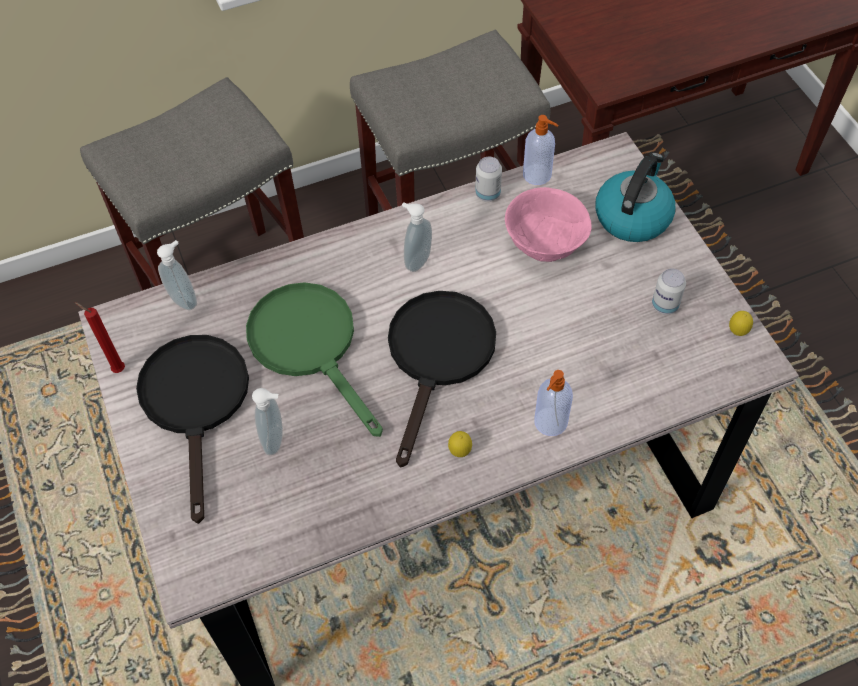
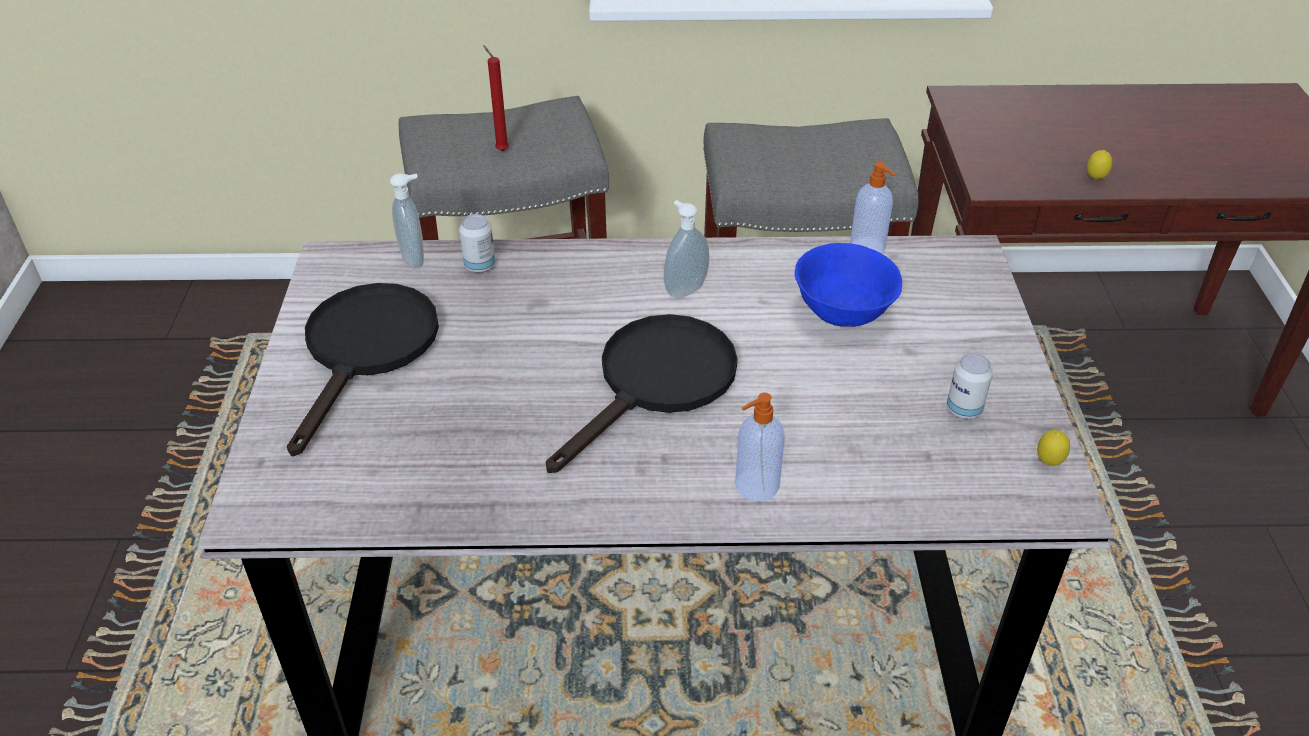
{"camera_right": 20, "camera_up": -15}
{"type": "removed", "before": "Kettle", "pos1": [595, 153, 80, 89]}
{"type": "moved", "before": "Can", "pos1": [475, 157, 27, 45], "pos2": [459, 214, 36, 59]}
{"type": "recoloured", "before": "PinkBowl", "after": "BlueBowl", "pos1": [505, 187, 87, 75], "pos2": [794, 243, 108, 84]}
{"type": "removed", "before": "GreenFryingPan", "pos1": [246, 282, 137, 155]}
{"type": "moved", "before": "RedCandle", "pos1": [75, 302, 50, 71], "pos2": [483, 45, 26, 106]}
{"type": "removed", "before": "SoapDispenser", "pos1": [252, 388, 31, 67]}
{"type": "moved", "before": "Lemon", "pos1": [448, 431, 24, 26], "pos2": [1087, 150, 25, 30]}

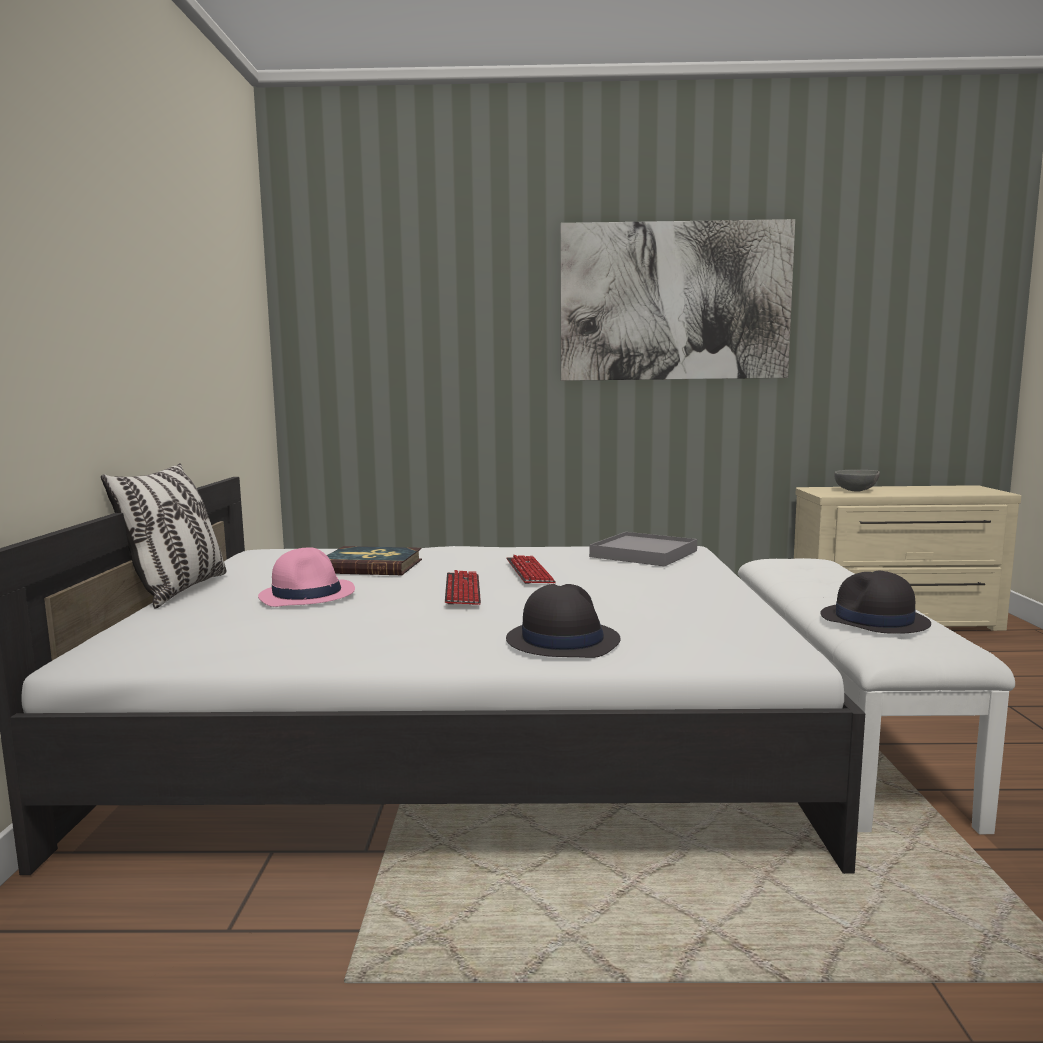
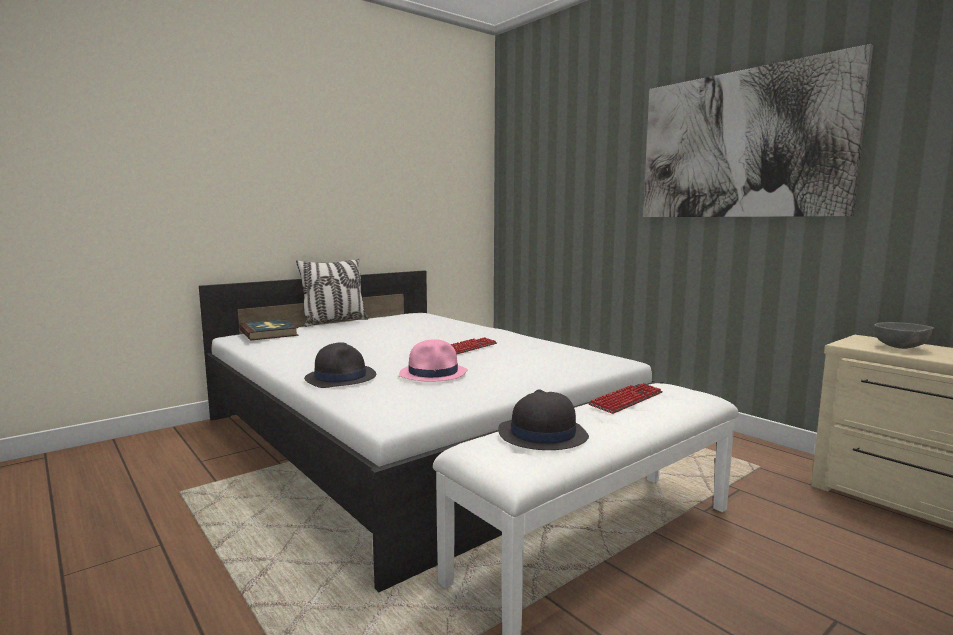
{"camera_right": 50, "camera_up": 0}
{"type": "removed", "before": "GreyTray", "pos1": [589, 532, 108, 35]}
{"type": "moved", "before": "Book", "pos1": [327, 546, 95, 29], "pos2": [239, 319, 60, 22]}
{"type": "moved", "before": "PinkHat", "pos1": [258, 547, 97, 60], "pos2": [399, 339, 68, 43]}
{"type": "moved", "before": "Keyboard", "pos1": [445, 570, 36, 35], "pos2": [588, 383, 75, 31]}

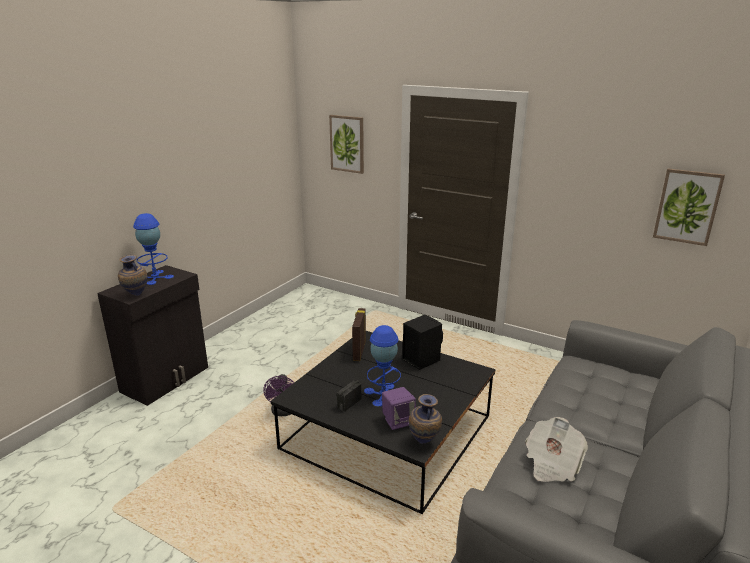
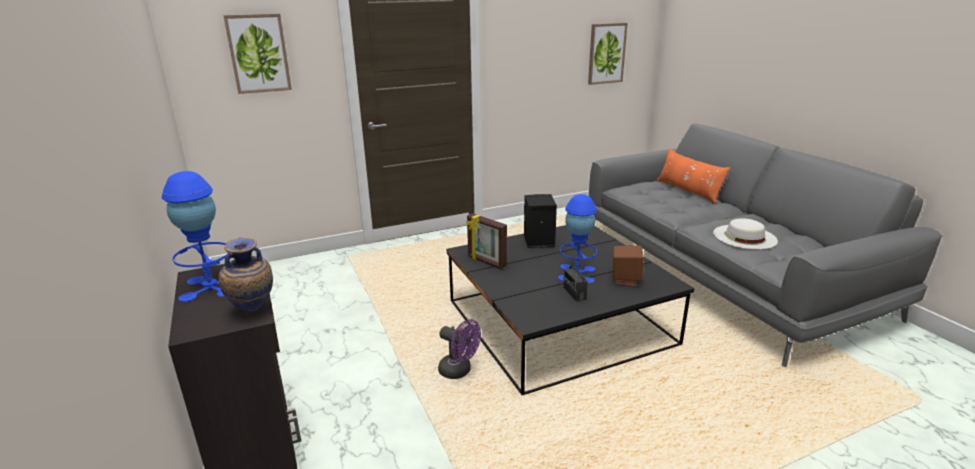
{"camera_right": -55, "camera_up": 0}
{"type": "recoloured", "before": "PurpleSpeaker", "after": "BrownSpeaker", "pos1": [382, 387, 34, 43], "pos2": [613, 245, 30, 42]}
{"type": "removed", "before": "Vase", "pos1": [409, 394, 33, 50]}
{"type": "replaced", "before": "Newspaper", "after": "WhiteHat", "pos1": [525, 417, 63, 65], "pos2": [713, 218, 65, 32]}
{"type": "added", "after": "OrangePillow", "pos2": [657, 148, 73, 56]}

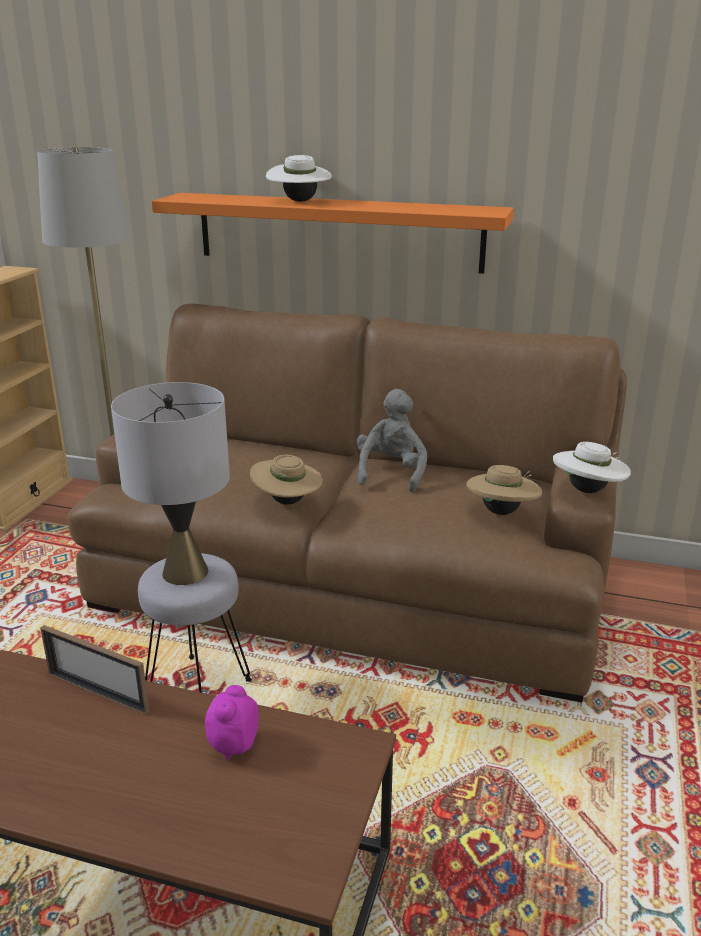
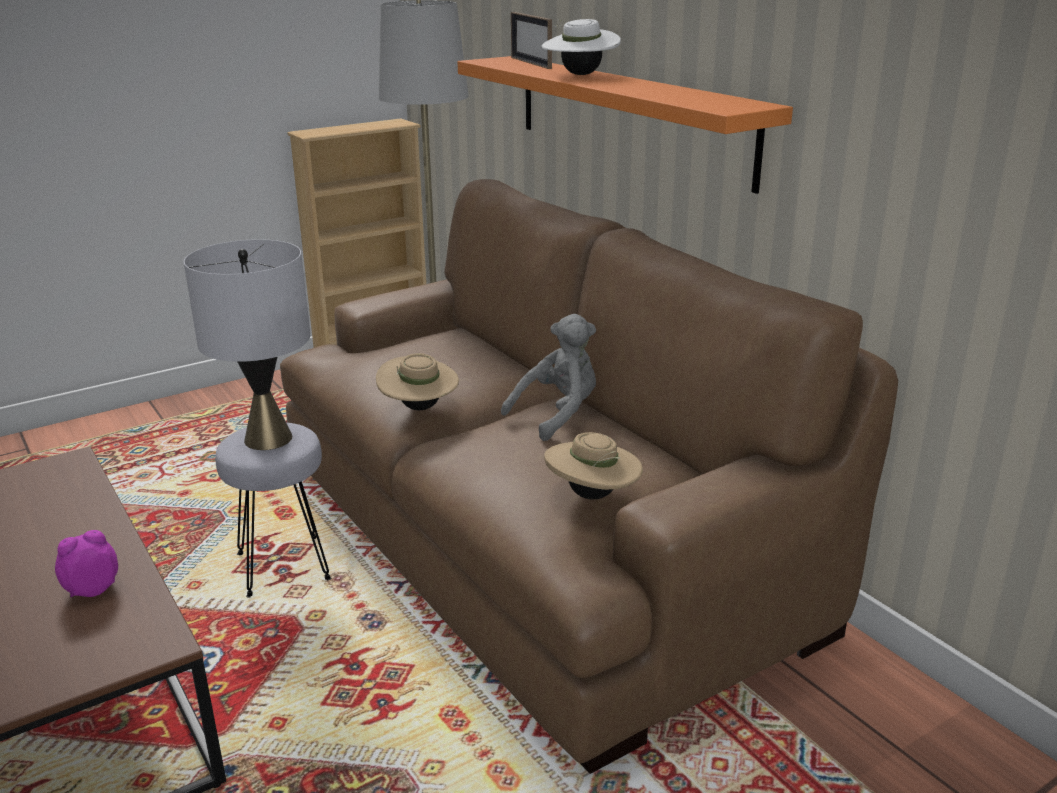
{"camera_right": 40, "camera_up": 0}
{"type": "removed", "before": "WhiteHat", "pos1": [553, 442, 78, 51]}
{"type": "moved", "before": "PictureFrame", "pos1": [40, 625, 110, 90], "pos2": [511, 12, 41, 57]}

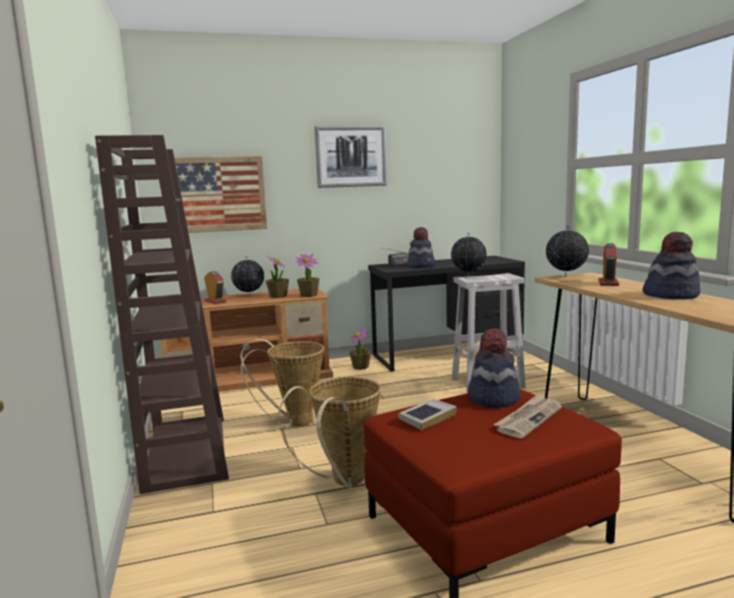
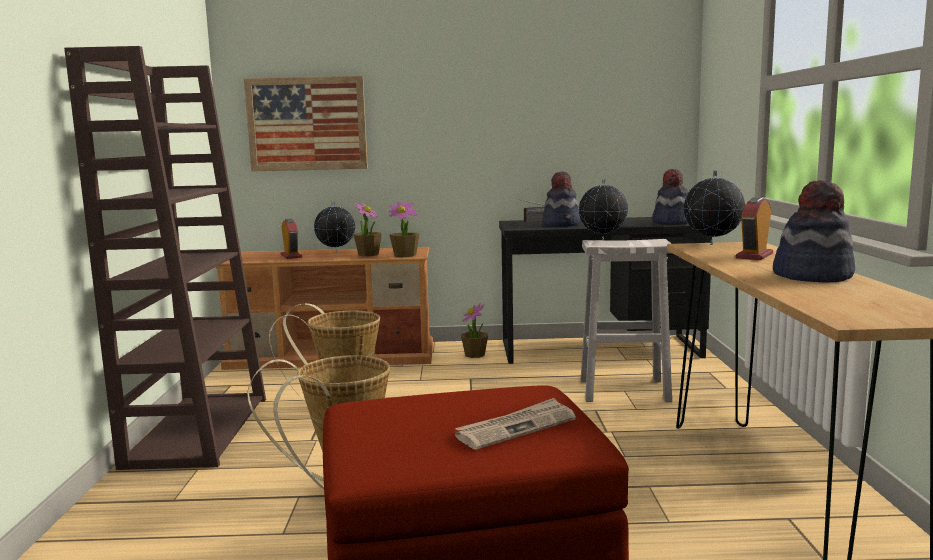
{"camera_right": 15, "camera_up": 0}
{"type": "removed", "before": "Picture", "pos1": [314, 125, 73, 63]}
{"type": "moved", "before": "Hat", "pos1": [468, 328, 53, 80], "pos2": [652, 169, 36, 56]}
{"type": "removed", "before": "Book", "pos1": [398, 399, 59, 31]}

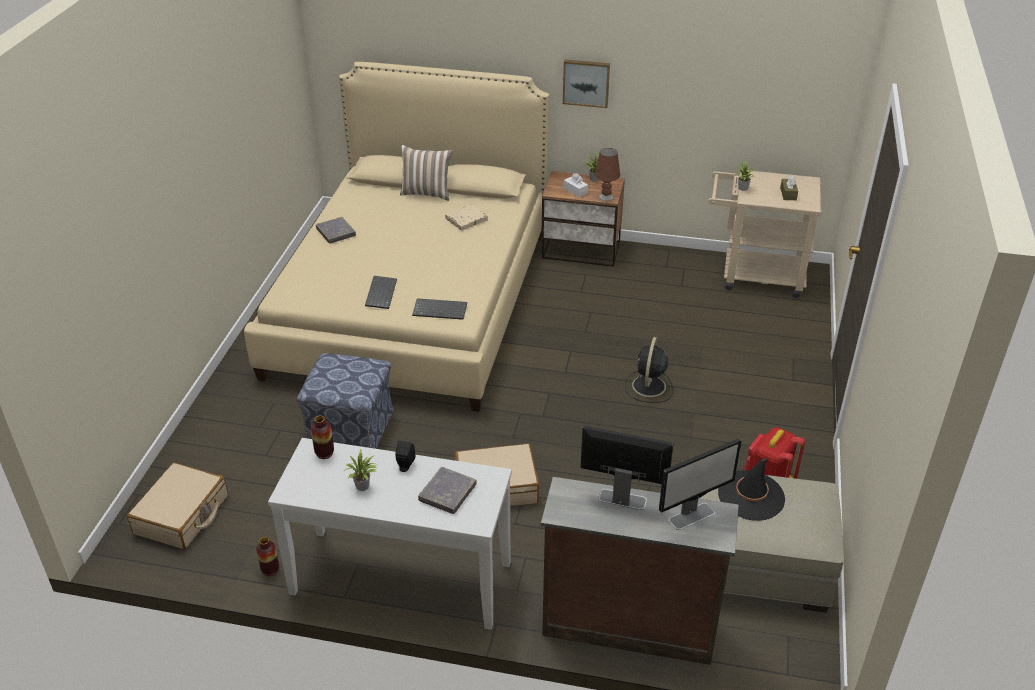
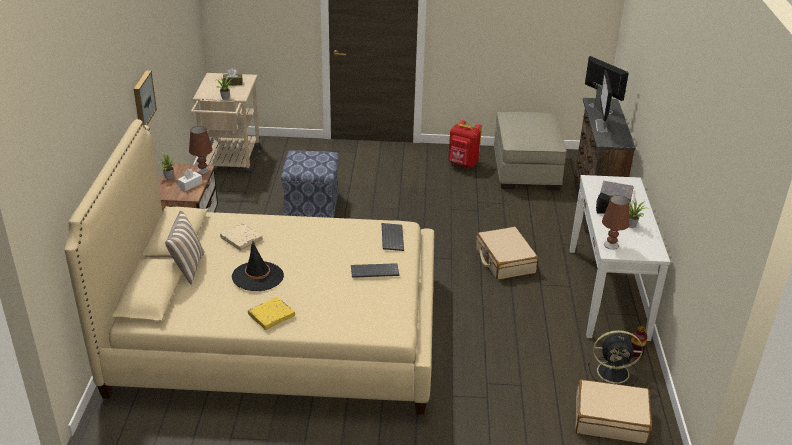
{"camera_right": -100, "camera_up": -5}
{"type": "recoloured", "before": "GreyBook", "after": "YellowBook", "pos1": [316, 217, 40, 27], "pos2": [248, 297, 47, 33]}
{"type": "moved", "before": "BlackFan", "pos1": [625, 337, 48, 66], "pos2": [588, 330, 55, 56]}
{"type": "moved", "before": "Ottoman", "pos1": [297, 353, 97, 96], "pos2": [281, 151, 58, 67]}
{"type": "replaced", "before": "Vase", "after": "BrownTableLamp", "pos1": [311, 415, 23, 44], "pos2": [602, 195, 27, 55]}
{"type": "moved", "before": "BlackHat", "pos1": [718, 458, 67, 63], "pos2": [232, 241, 52, 50]}

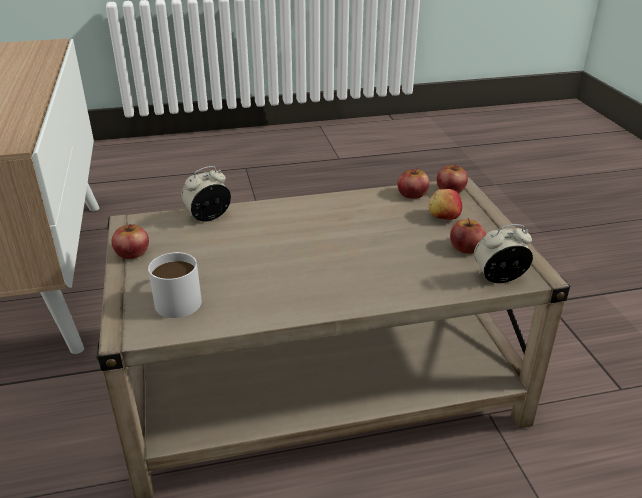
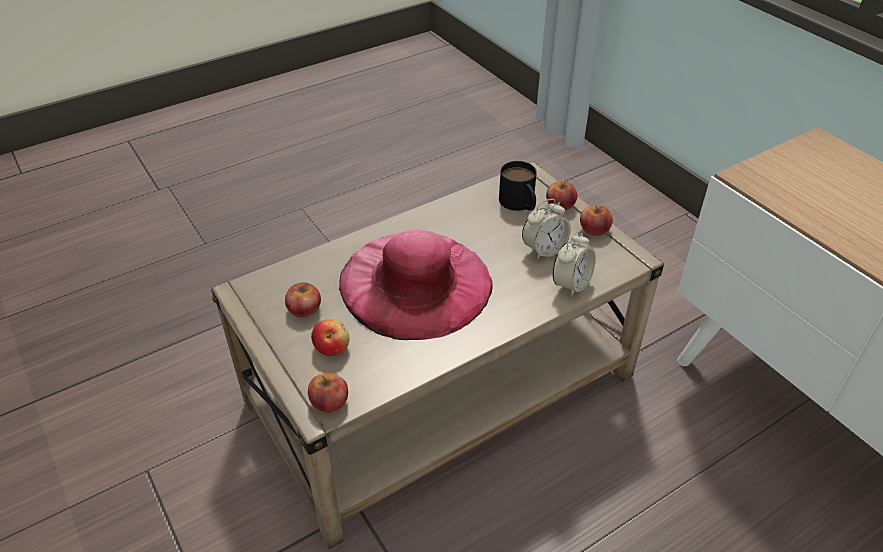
{"camera_right": 160, "camera_up": 10}
{"type": "moved", "before": "Apple", "pos1": [397, 167, 32, 32], "pos2": [546, 181, 31, 29]}
{"type": "moved", "before": "AlarmClock", "pos1": [474, 224, 59, 59], "pos2": [522, 199, 49, 60]}
{"type": "recoloured", "before": "WhiteMug", "after": "BlackMug", "pos1": [148, 252, 54, 66], "pos2": [499, 161, 38, 50]}
{"type": "added", "after": "PinkHat", "pos2": [339, 229, 154, 111]}

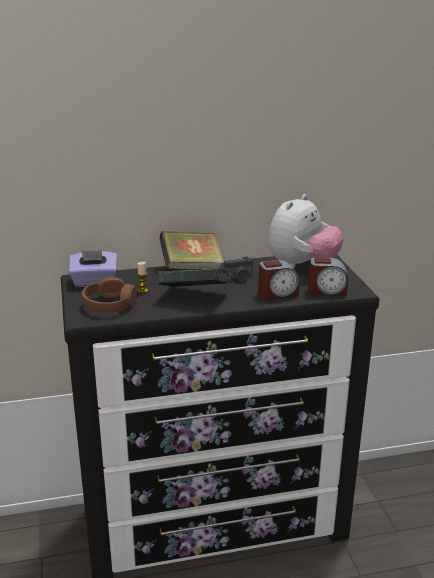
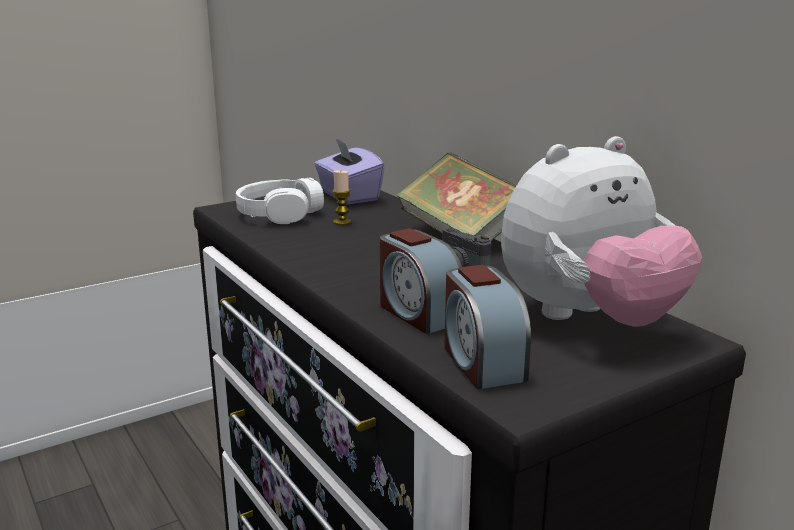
{"camera_right": 70, "camera_up": -5}
{"type": "turned", "before": "PlushToy", "pos1": [268, 194, 75, 74], "pos2": [501, 136, 201, 191], "turn": -45}
{"type": "removed", "before": "Book", "pos1": [158, 269, 73, 18]}
{"type": "recoloured", "before": "BrownHeadphones", "after": "WhiteHeadphones", "pos1": [82, 277, 55, 35], "pos2": [236, 178, 88, 46]}

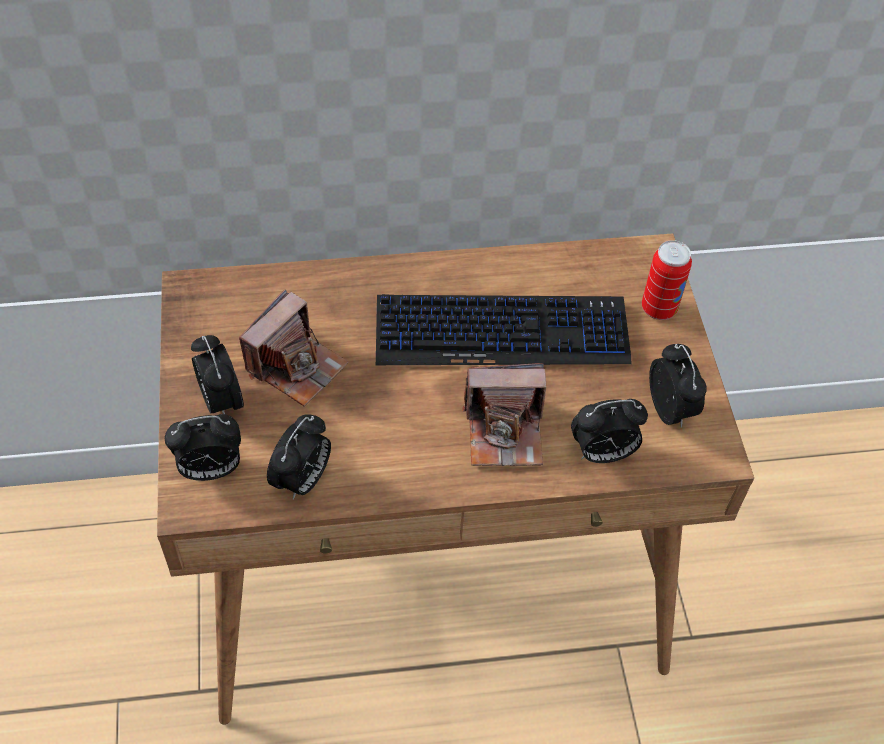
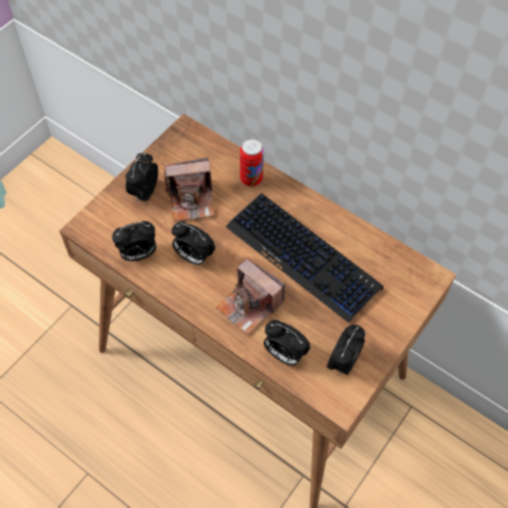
{"camera_right": 45, "camera_up": 5}
{"type": "moved", "before": "Can", "pos1": [642, 240, 50, 80], "pos2": [240, 139, 24, 48]}
{"type": "moved", "before": "AlarmClock", "pos1": [165, 414, 76, 67], "pos2": [171, 221, 44, 44]}

